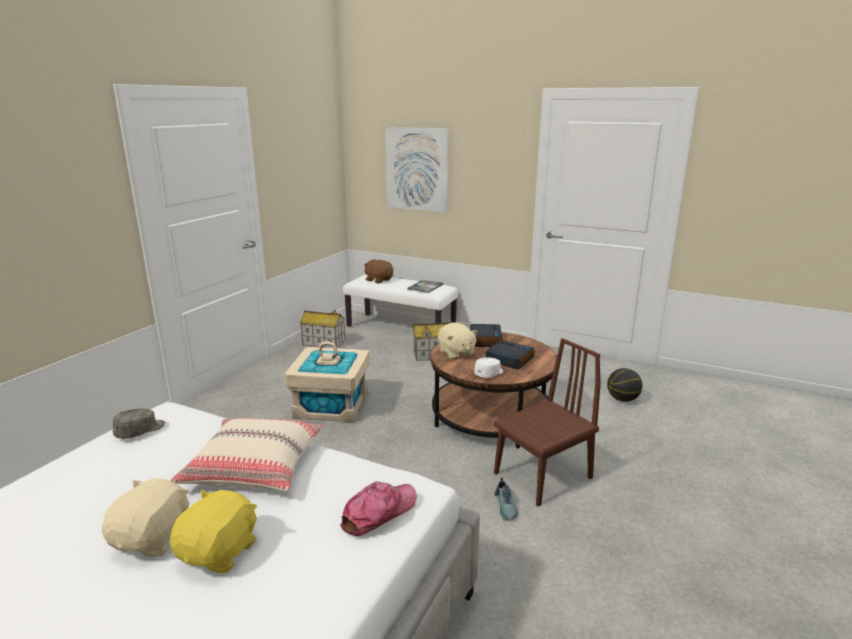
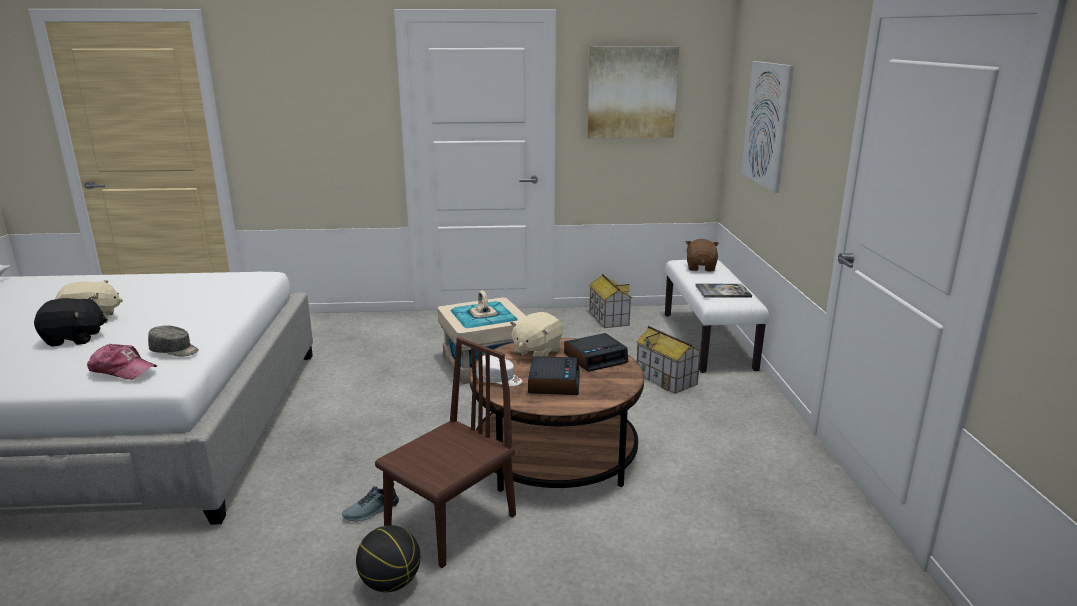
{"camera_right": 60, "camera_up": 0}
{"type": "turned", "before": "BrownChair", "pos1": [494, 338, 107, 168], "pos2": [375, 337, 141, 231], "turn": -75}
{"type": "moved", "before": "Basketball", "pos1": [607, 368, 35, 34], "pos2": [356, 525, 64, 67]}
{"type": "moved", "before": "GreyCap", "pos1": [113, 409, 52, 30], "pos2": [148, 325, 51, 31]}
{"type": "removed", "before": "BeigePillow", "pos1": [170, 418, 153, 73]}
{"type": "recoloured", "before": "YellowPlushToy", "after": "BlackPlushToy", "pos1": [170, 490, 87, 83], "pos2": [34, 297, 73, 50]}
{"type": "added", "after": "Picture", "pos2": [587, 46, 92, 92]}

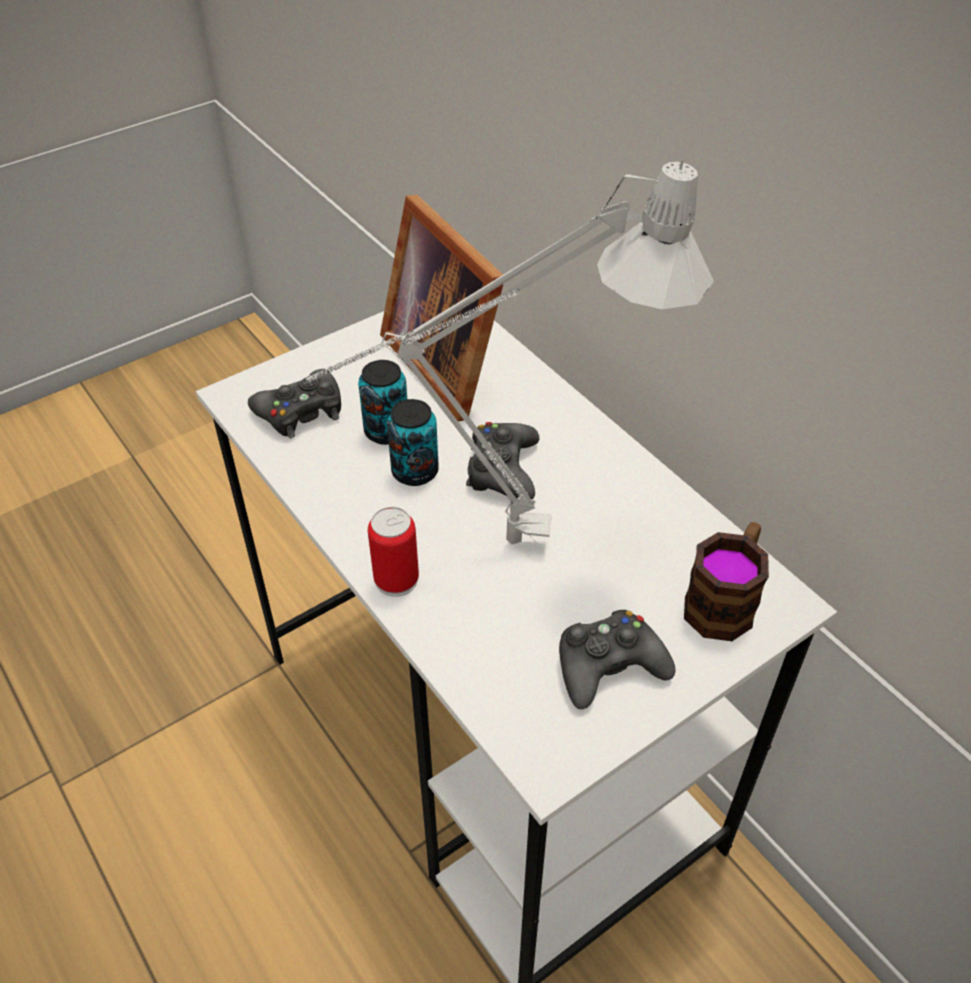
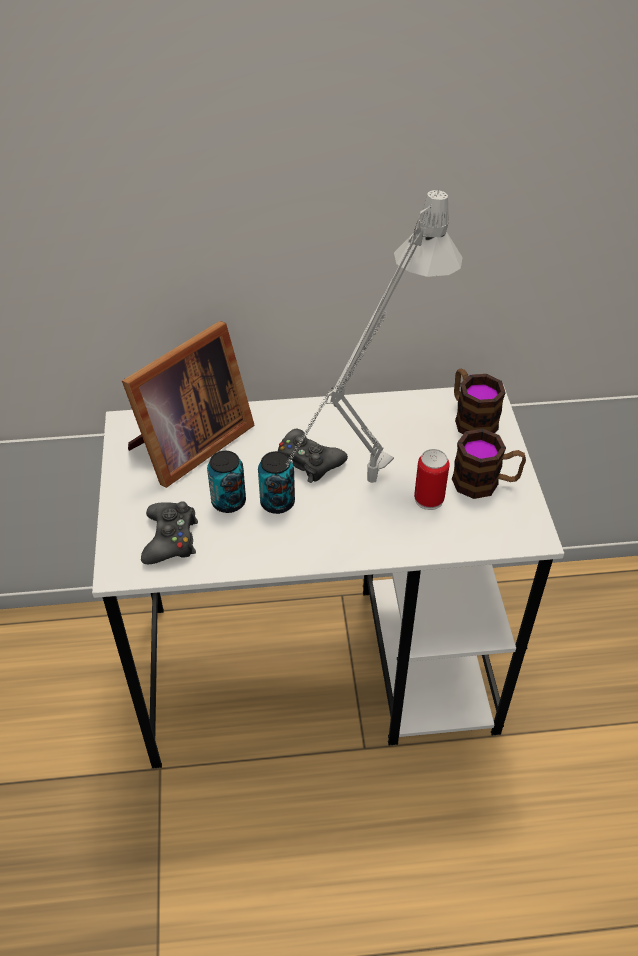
{"camera_right": -60, "camera_up": 0}
{"type": "turned", "before": "PictureFrame", "pos1": [380, 195, 123, 227], "pos2": [122, 321, 132, 167], "turn": -45}
{"type": "moved", "before": "Can", "pos1": [368, 507, 51, 90], "pos2": [414, 449, 35, 61]}
{"type": "replaced", "before": "BlackGameController", "after": "Mug", "pos1": [559, 610, 117, 99], "pos2": [452, 429, 74, 70]}

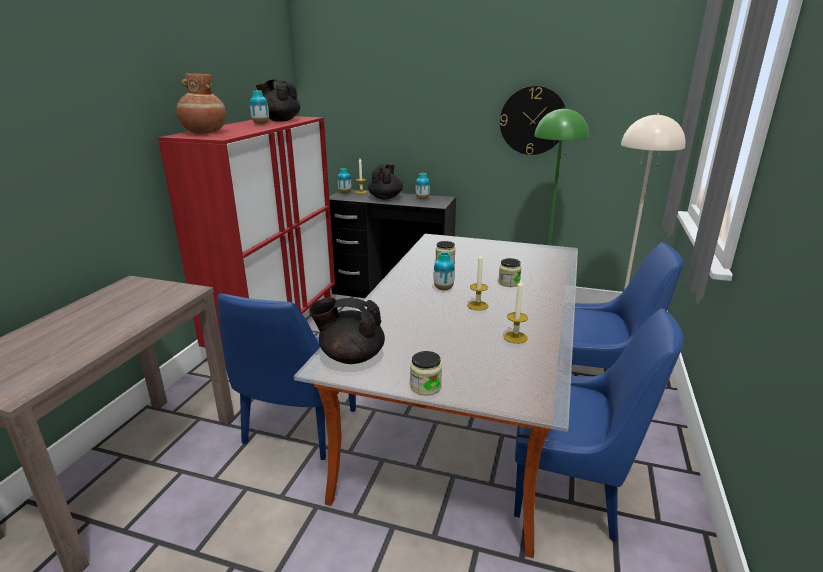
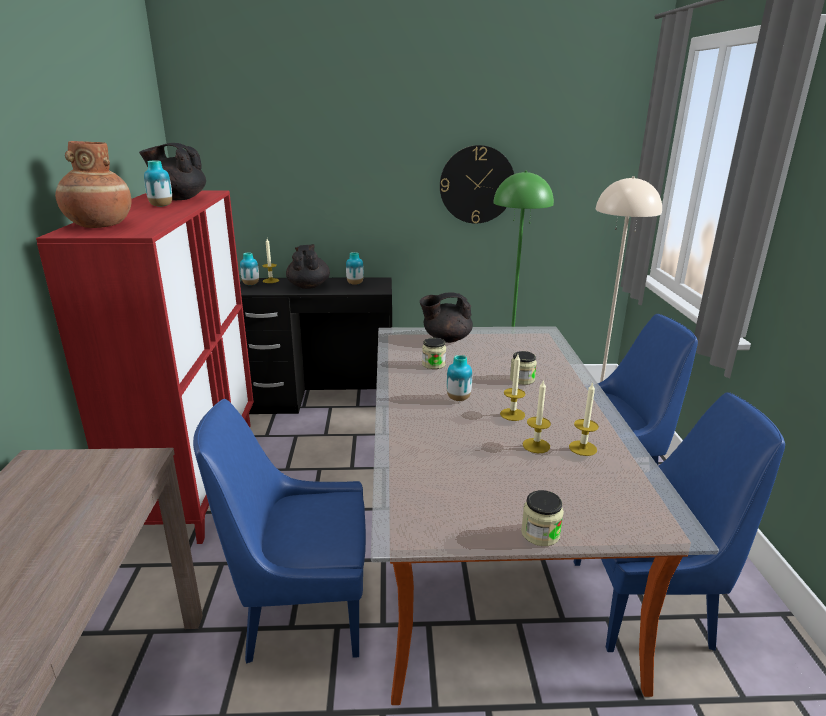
{"camera_right": -20, "camera_up": 0}
{"type": "turned", "before": "BlueChair", "pos1": [217, 293, 139, 167], "pos2": [193, 399, 173, 264], "turn": 90}
{"type": "moved", "before": "BlackTeapot", "pos1": [309, 298, 76, 66], "pos2": [420, 292, 53, 51]}
{"type": "added", "after": "Candle", "pos2": [523, 379, 28, 74]}

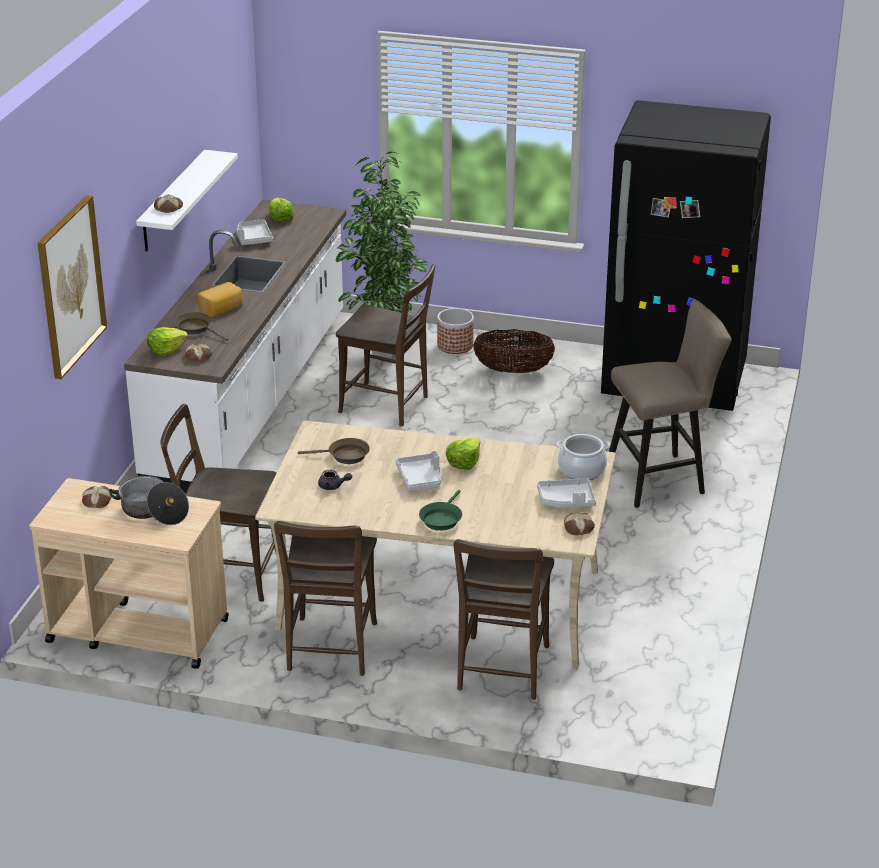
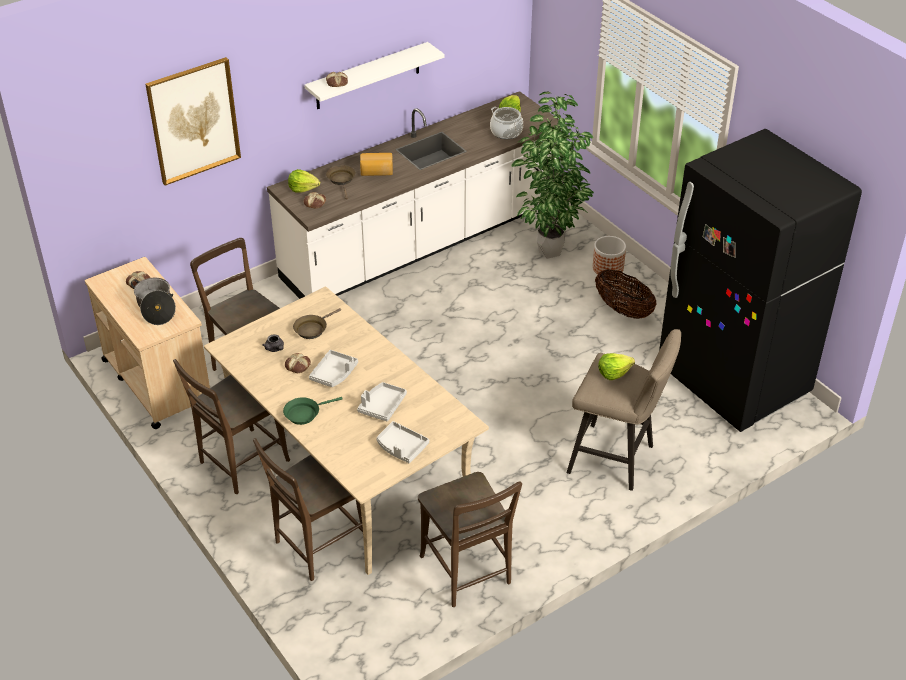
{"camera_right": 40, "camera_up": 10}
{"type": "moved", "before": "GreyTray", "pos1": [237, 219, 36, 26], "pos2": [357, 382, 50, 39]}
{"type": "moved", "before": "BrownChair", "pos1": [336, 264, 100, 162], "pos2": [418, 472, 104, 135]}
{"type": "moved", "before": "CookingPot", "pos1": [556, 434, 54, 46], "pos2": [490, 107, 33, 32]}
{"type": "moved", "before": "Lettuce", "pos1": [446, 437, 34, 33], "pos2": [598, 353, 37, 27]}
{"type": "turned", "before": "BrownFryingPan", "pos1": [298, 438, 72, 26], "pos2": [293, 308, 48, 31], "turn": 90}
{"type": "moved", "before": "Bread", "pos1": [564, 513, 31, 22], "pos2": [285, 353, 26, 20]}

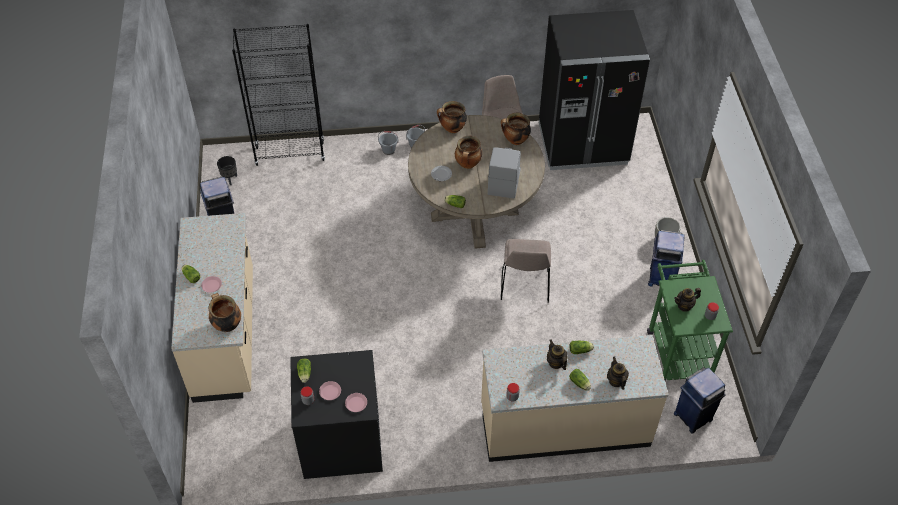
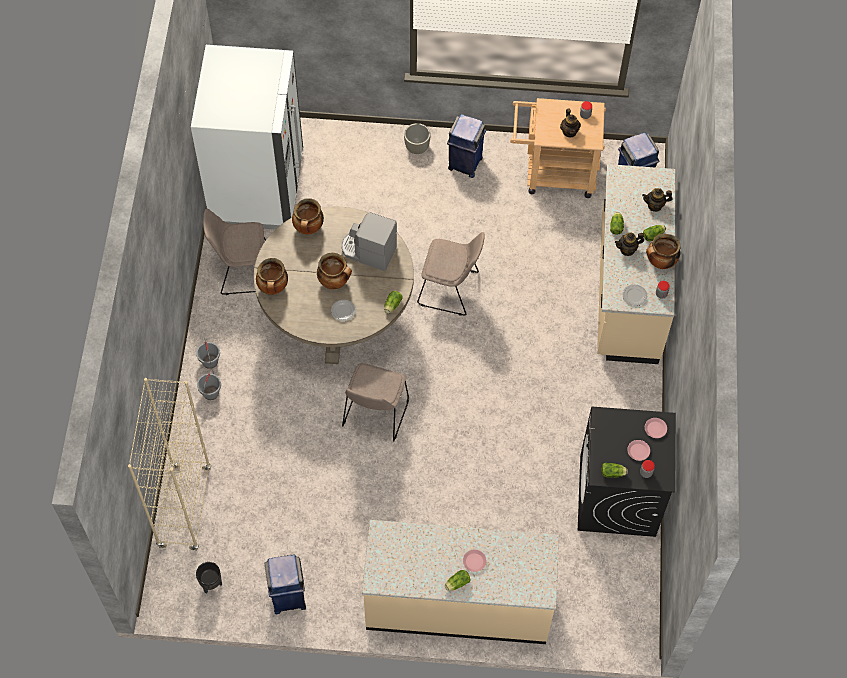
{"camera_right": -80, "camera_up": 10}
{"type": "recoloured", "before": "BlackFridge", "after": "WhiteFridge", "pos1": [539, 10, 111, 160], "pos2": [191, 45, 112, 184]}
{"type": "recoloured", "before": "BlackBookcase", "after": "BeigeBookcase", "pos1": [232, 24, 93, 142], "pos2": [128, 378, 83, 173]}
{"type": "recoloured", "before": "GreenCart", "after": "BeigeCart", "pos1": [647, 260, 86, 121], "pos2": [510, 98, 96, 100]}
{"type": "moved", "before": "CookingPot", "pos1": [209, 293, 32, 39], "pos2": [646, 234, 35, 35]}
{"type": "added", "after": "Plate", "pos2": [623, 284, 24, 22]}
{"type": "added", "after": "BeigeChair", "pos2": [342, 363, 67, 79]}

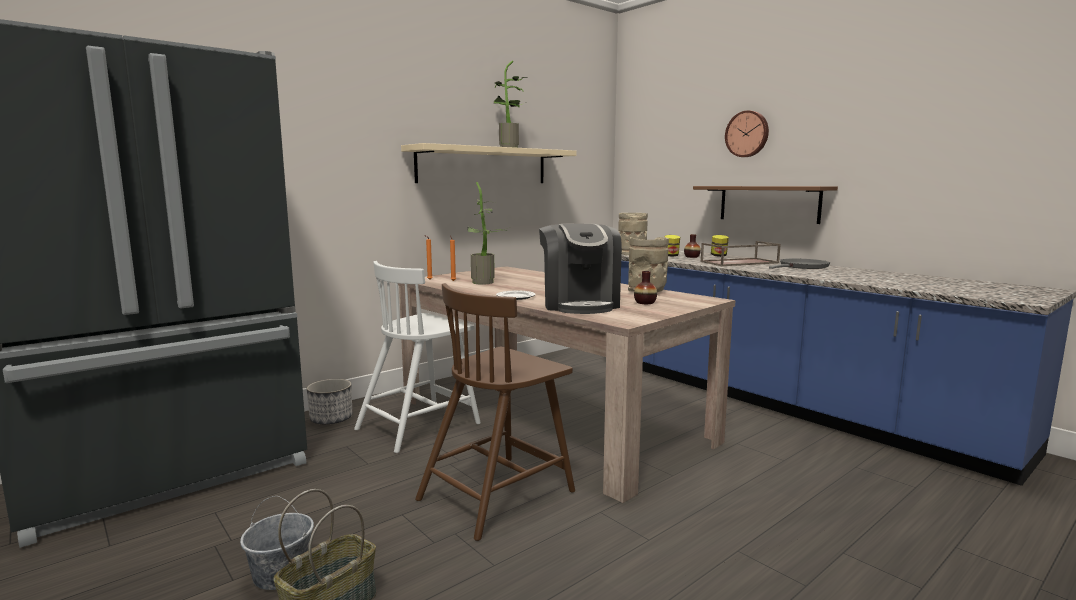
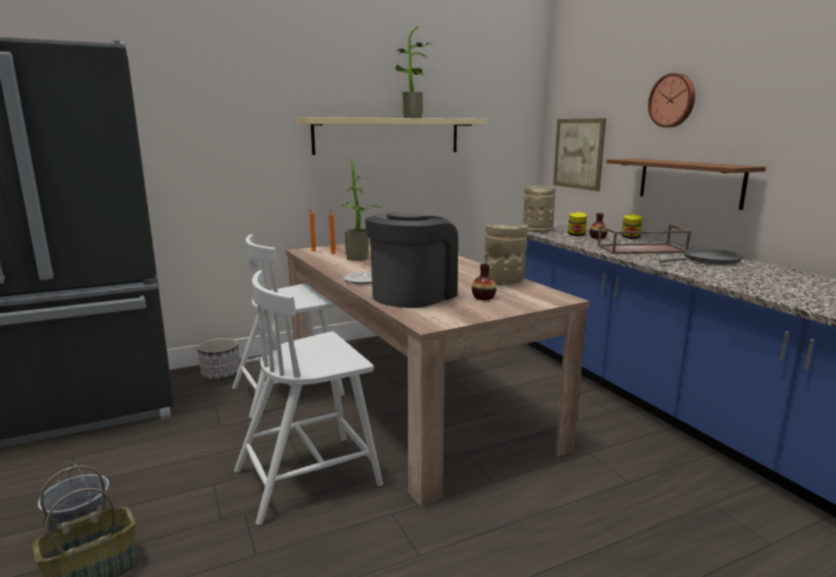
{"camera_right": 15, "camera_up": 5}
{"type": "turned", "before": "CoffeeMachine", "pos1": [539, 223, 83, 91], "pos2": [365, 212, 93, 96], "turn": -150}
{"type": "recoloured", "before": "BrownChair", "after": "WhiteChair", "pos1": [415, 283, 160, 258], "pos2": [234, 270, 149, 255]}
{"type": "added", "after": "Picture", "pos2": [553, 118, 53, 73]}

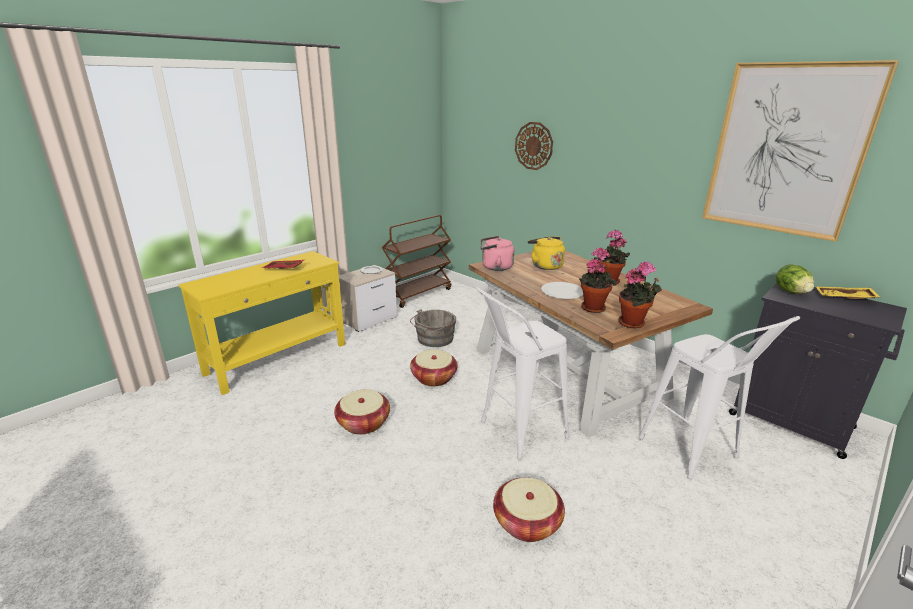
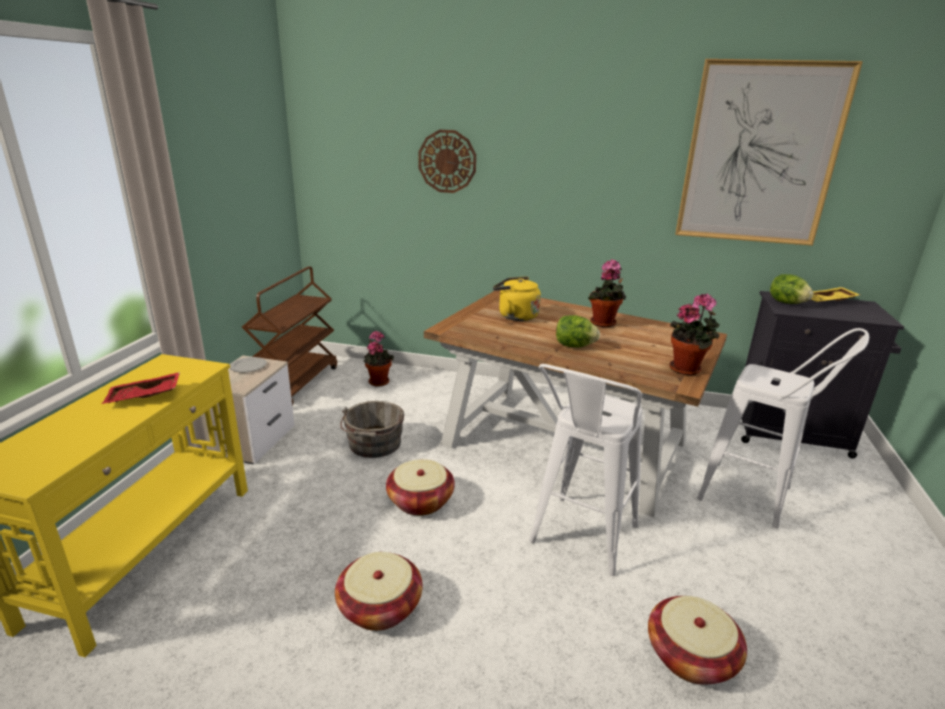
{"camera_right": -30, "camera_up": 0}
{"type": "removed", "before": "PinkKettle", "pos1": [480, 236, 34, 35]}
{"type": "moved", "before": "PottedPlant", "pos1": [579, 248, 37, 65], "pos2": [363, 331, 31, 55]}
{"type": "replaced", "before": "WhitePlate", "after": "Lettuce", "pos1": [541, 282, 42, 17], "pos2": [556, 315, 44, 32]}

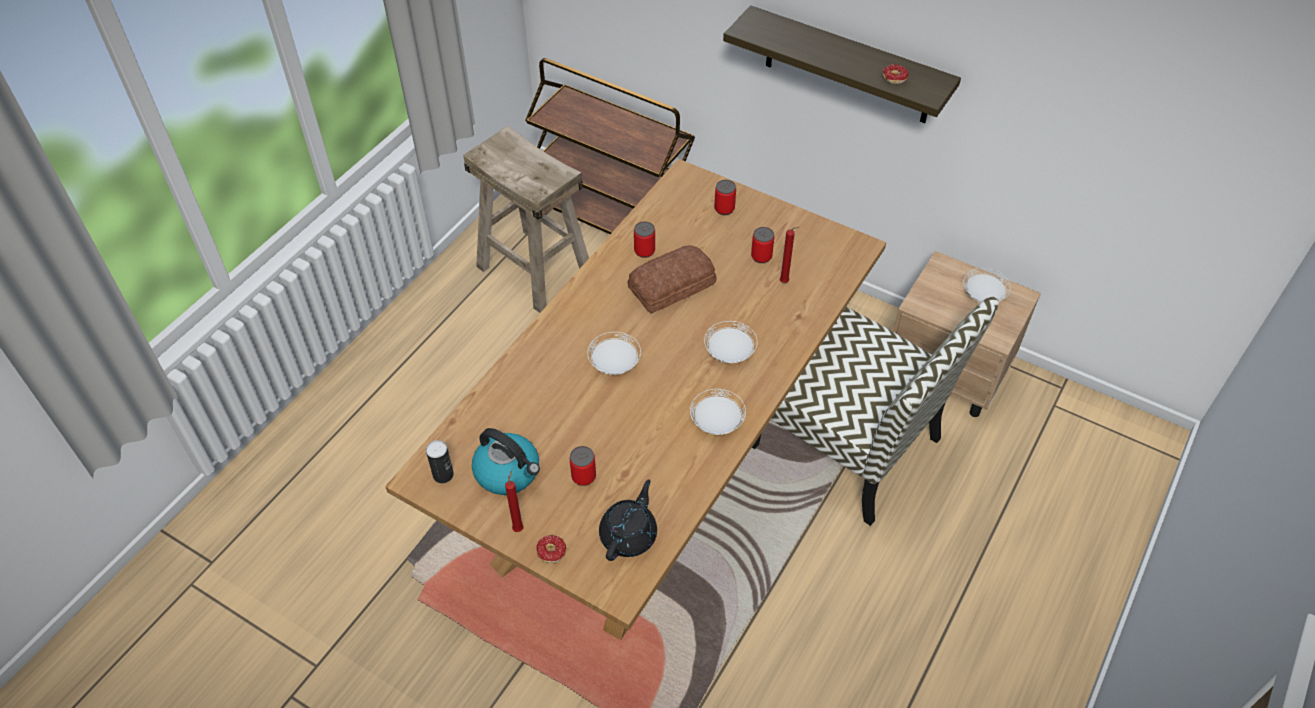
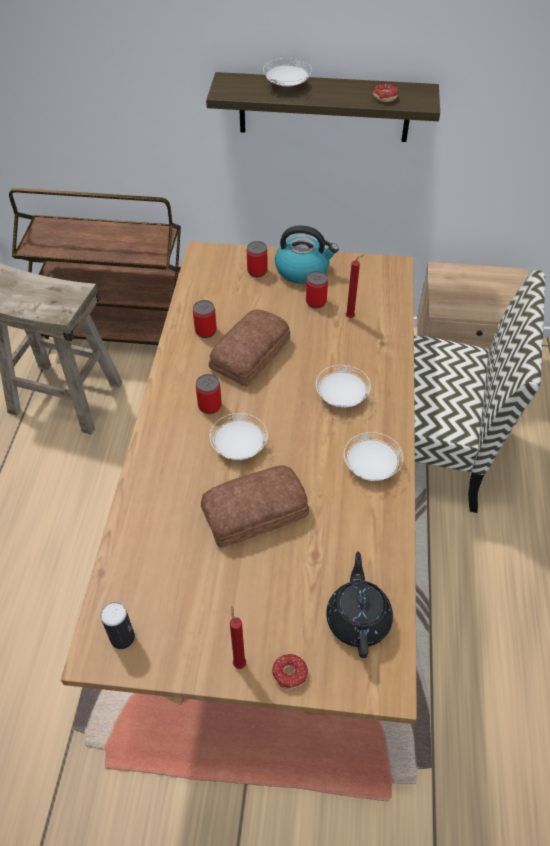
{"camera_right": -25, "camera_up": 0}
{"type": "moved", "before": "WhitePlate", "pos1": [963, 268, 48, 34], "pos2": [263, 58, 49, 29]}
{"type": "moved", "before": "Kettle", "pos1": [472, 428, 68, 67], "pos2": [275, 225, 64, 59]}
{"type": "moved", "before": "Can", "pos1": [570, 446, 26, 40], "pos2": [196, 374, 26, 40]}
{"type": "added", "after": "Bread", "pos2": [201, 466, 108, 82]}

